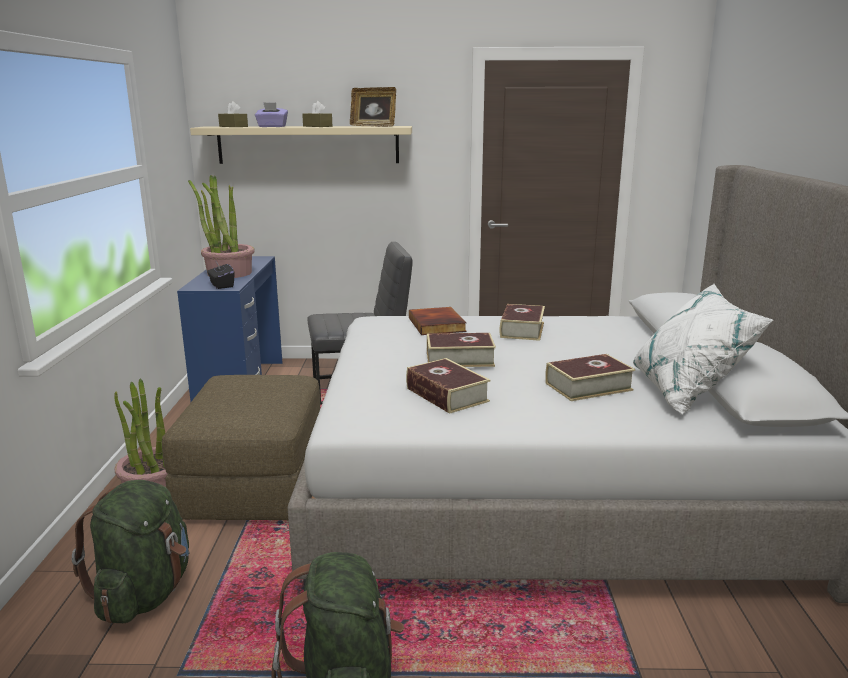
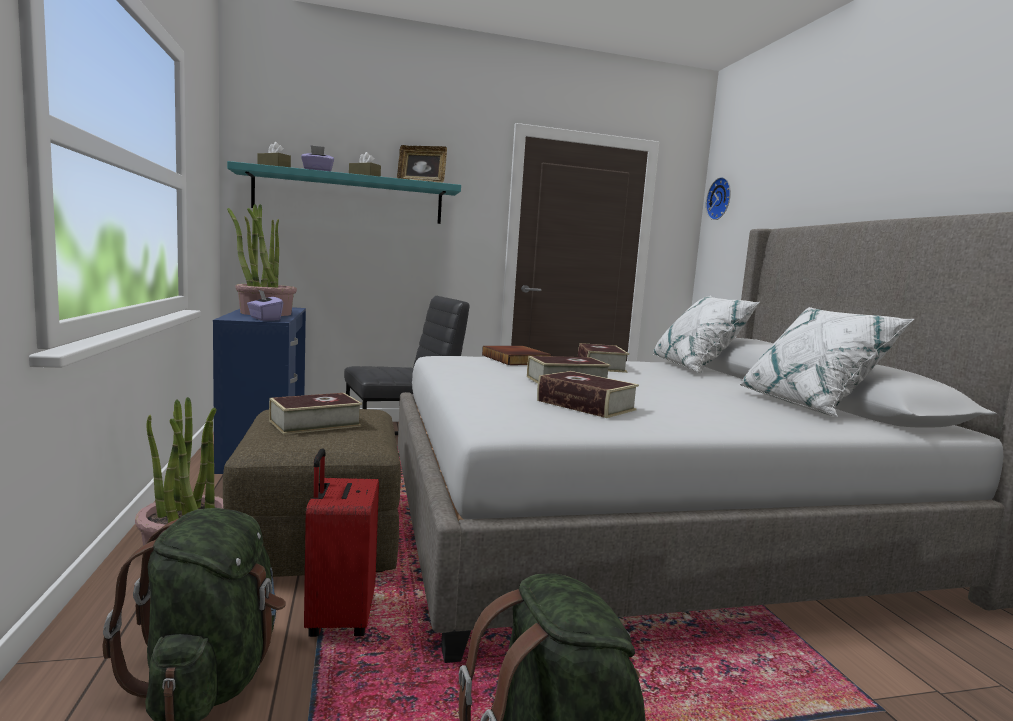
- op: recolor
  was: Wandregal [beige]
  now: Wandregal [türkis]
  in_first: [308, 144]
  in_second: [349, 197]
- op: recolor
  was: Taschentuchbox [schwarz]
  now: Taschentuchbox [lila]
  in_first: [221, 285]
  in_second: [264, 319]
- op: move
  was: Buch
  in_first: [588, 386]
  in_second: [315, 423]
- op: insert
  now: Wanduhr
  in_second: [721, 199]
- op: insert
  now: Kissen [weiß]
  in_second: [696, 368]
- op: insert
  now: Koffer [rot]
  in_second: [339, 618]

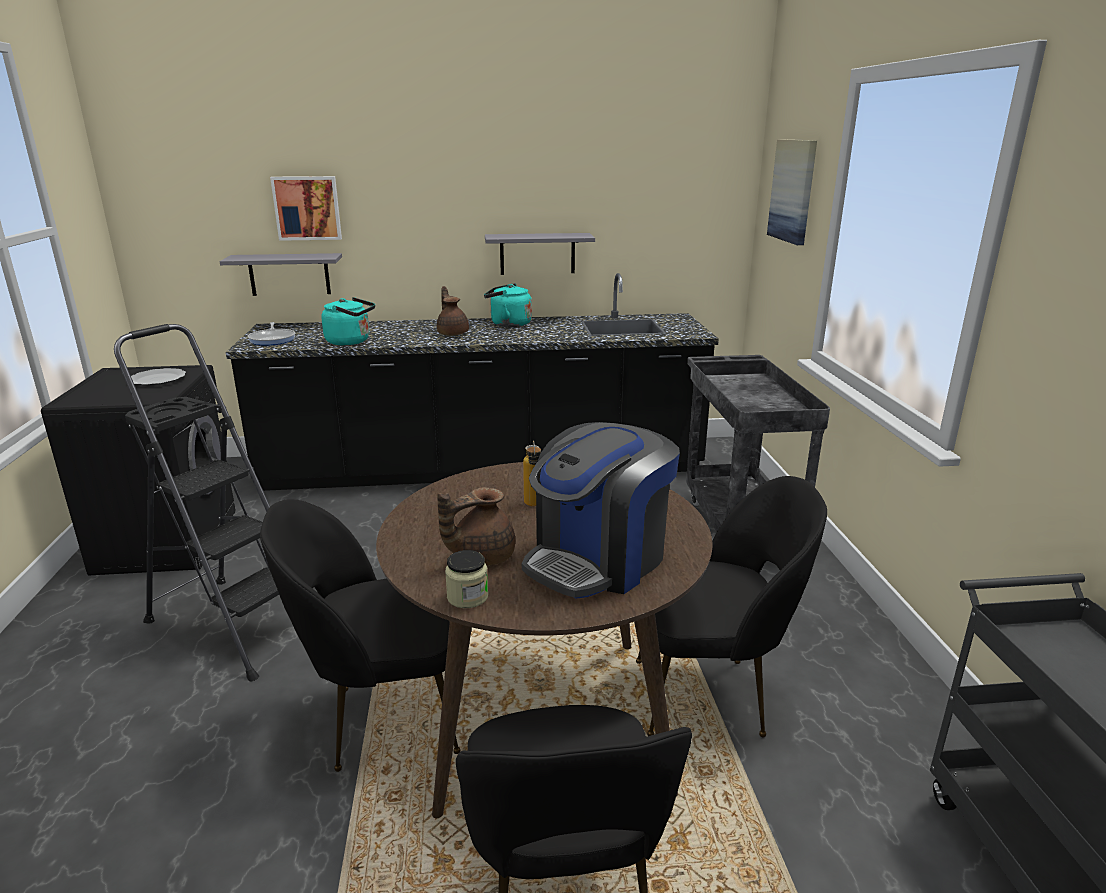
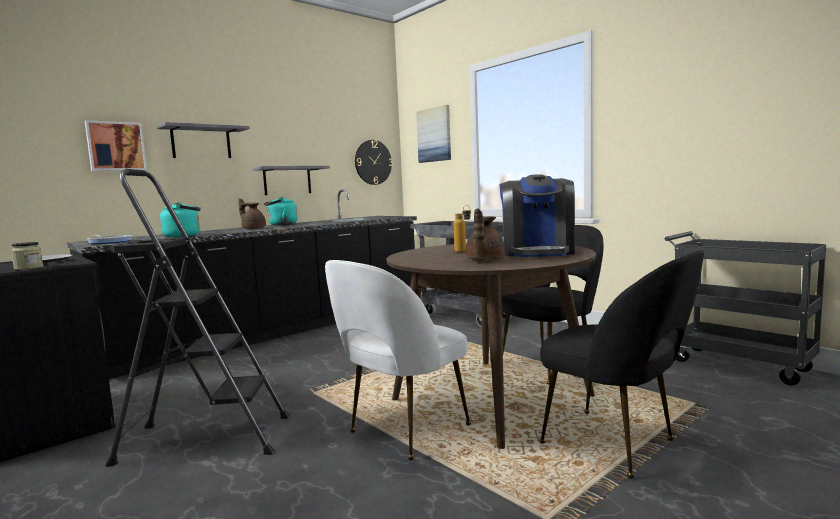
- op: move
  was: Wandregal [grau]
  in_first: [289, 274]
  in_second: [201, 142]
- op: recolor
  was: Stuhl [schwarz]
  now: Stuhl [weiß]
  in_first: [384, 721]
  in_second: [403, 432]
- op: move
  was: Vorratsglas
  in_first: [467, 597]
  in_second: [28, 268]
- op: insert
  now: Wanduhr
  in_second: [373, 162]

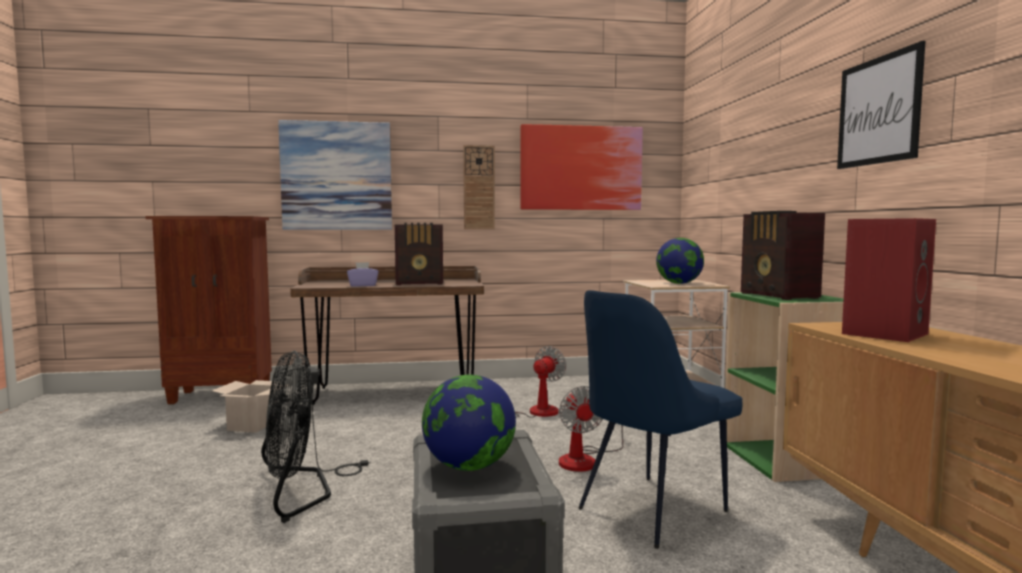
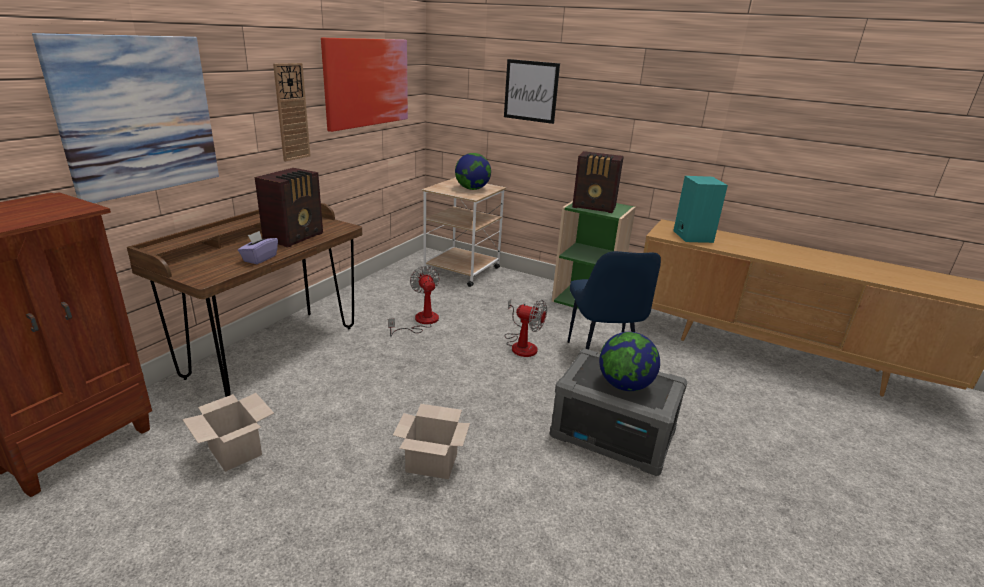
- op: move
  was: Bild
  in_first: [878, 111]
  in_second: [531, 91]
- op: recolor
  was: Lautsprecher [rot]
  now: Lautsprecher [türkis]
  in_first: [883, 333]
  in_second: [691, 236]
- op: replace
  was: Ventilator [schwarz]
  now: Karton
  in_first: [304, 486]
  in_second: [433, 462]

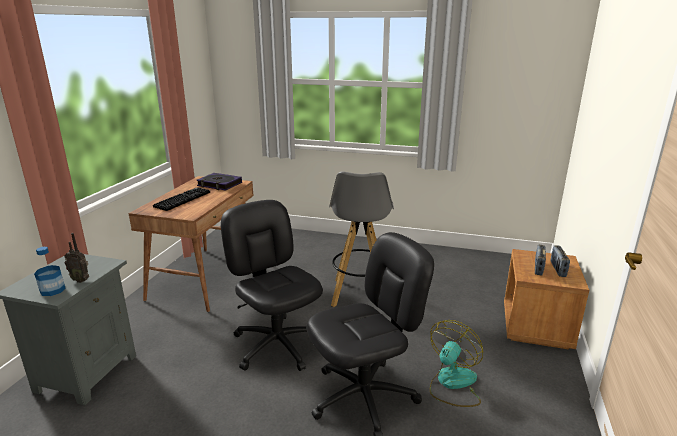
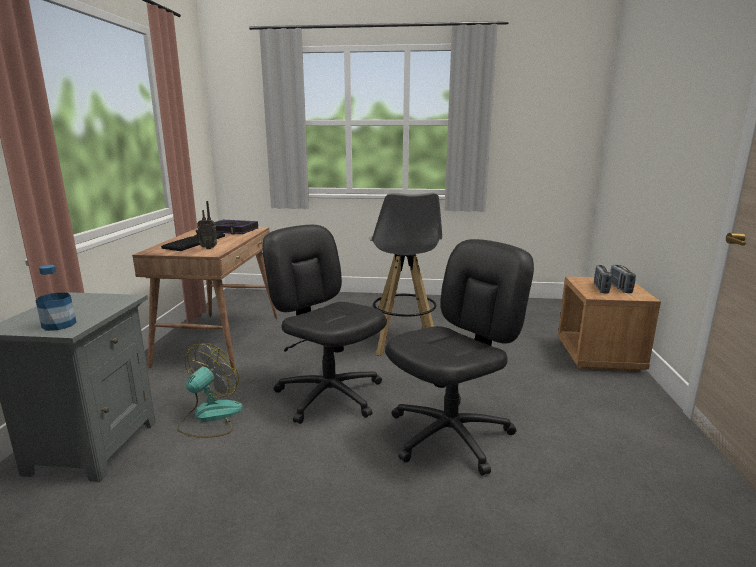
- op: move
  was: Radio
  in_first: [81, 280]
  in_second: [208, 248]
- op: move
  was: Ventilator
  in_first: [452, 384]
  in_second: [210, 417]

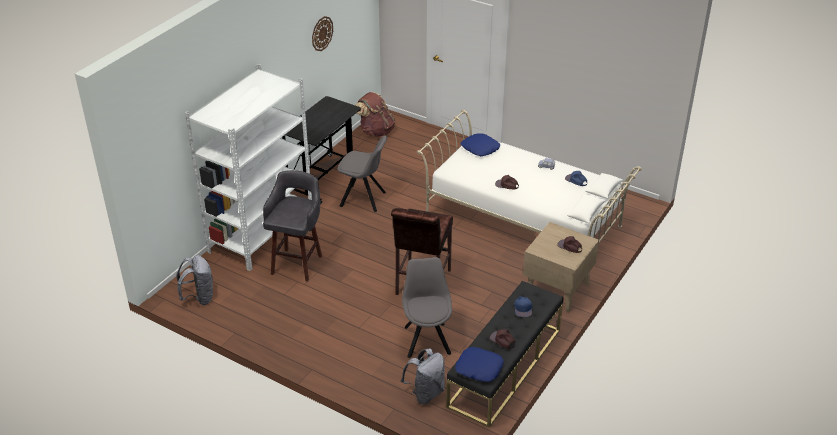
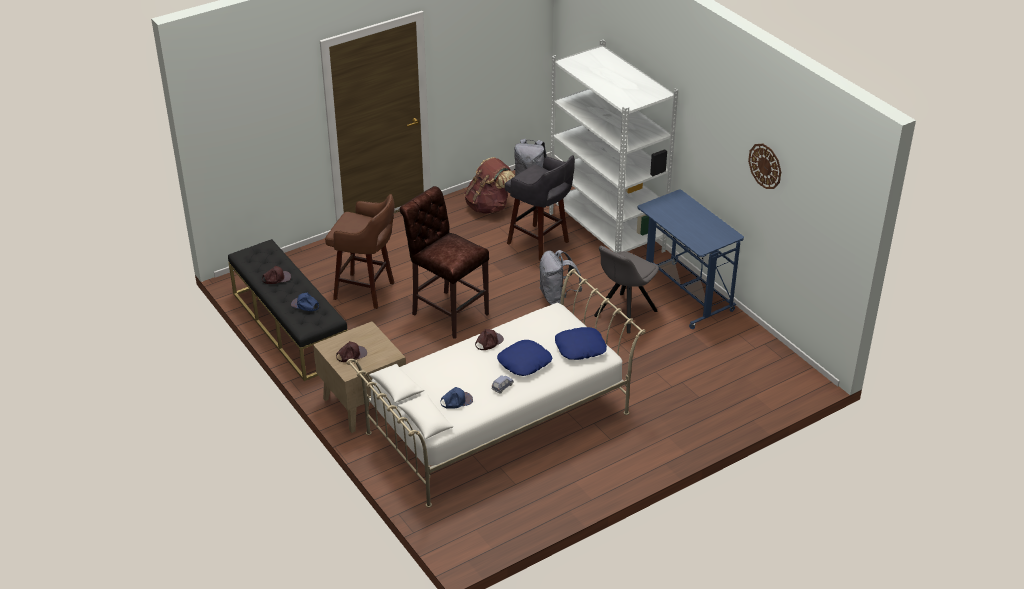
- op: move
  was: Rucksack [braun]
  in_first: [376, 131]
  in_second: [489, 206]
- op: recolor
  was: Schreibtisch [schwarz]
  now: Schreibtisch [blau]
  in_first: [324, 179]
  in_second: [683, 295]
- op: replace
  was: Stuhl [grau]
  now: Hocker [braun]
  in_first: [426, 340]
  in_second: [366, 292]
- op: move
  was: Kissen [blau]
  in_first: [479, 368]
  in_second: [524, 362]
- op: move
  was: Rucksack [grau]
  in_first: [425, 393]
  in_second: [557, 298]

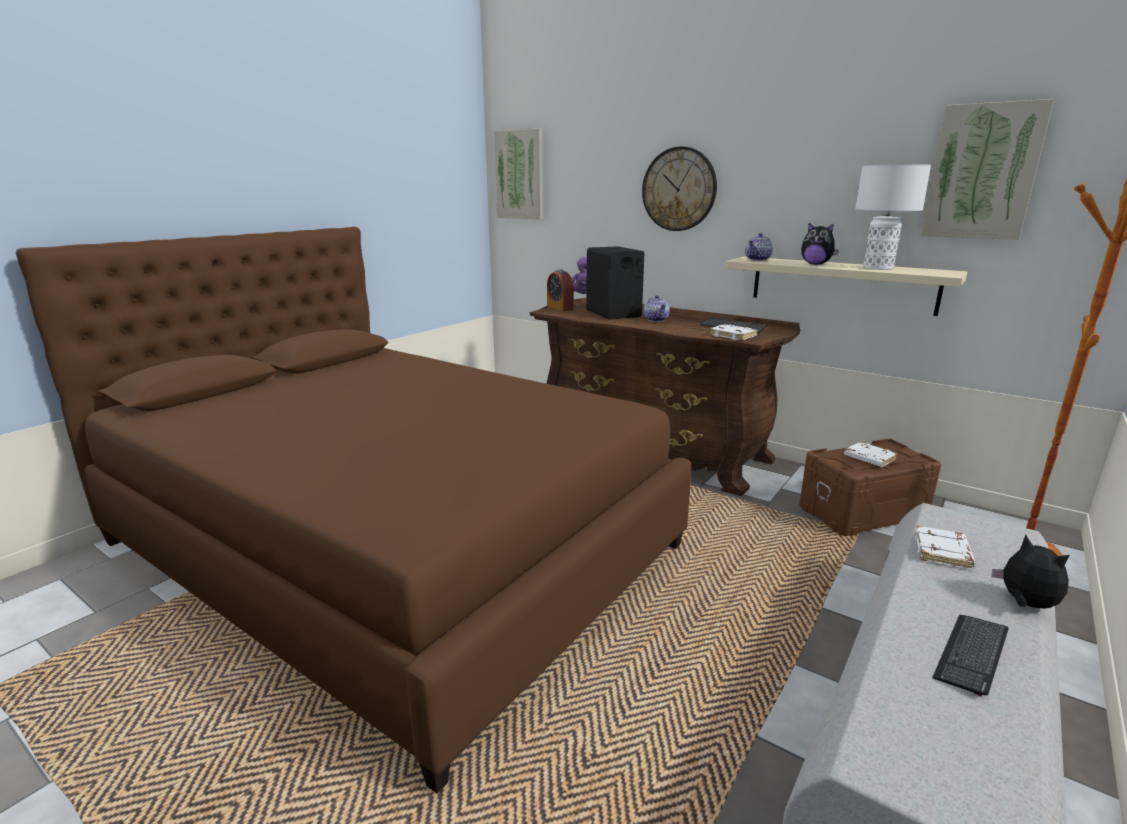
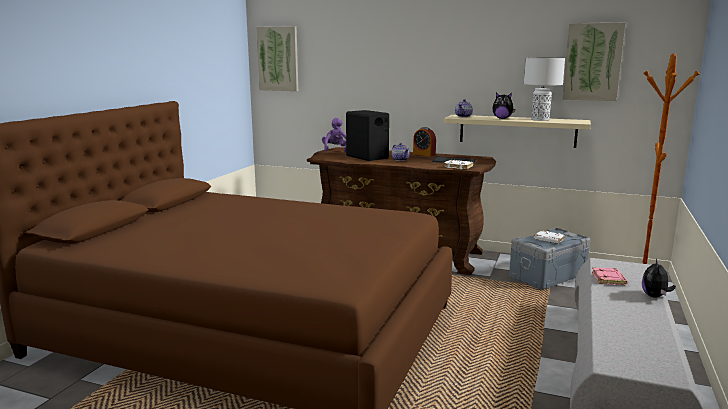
- op: delete
  was: Wanduhr
  in_first: [679, 189]
- op: move
  was: Wecker
  in_first: [560, 308]
  in_second: [424, 154]
- op: recolor
  was: Aufbewahrungsbox [braun]
  now: Aufbewahrungsbox [grau]
  in_first: [863, 513]
  in_second: [548, 276]
- op: recolor
  was: Buch [weiß]
  now: Buch [rosa]
  in_first: [943, 552]
  in_second: [609, 279]
- op: rotate
  was: Plüschtier
  in_first: [1024, 603]
  in_second: [655, 296]
  clockwise: -120
- op: delete
  was: Tastatur
  in_first: [971, 655]

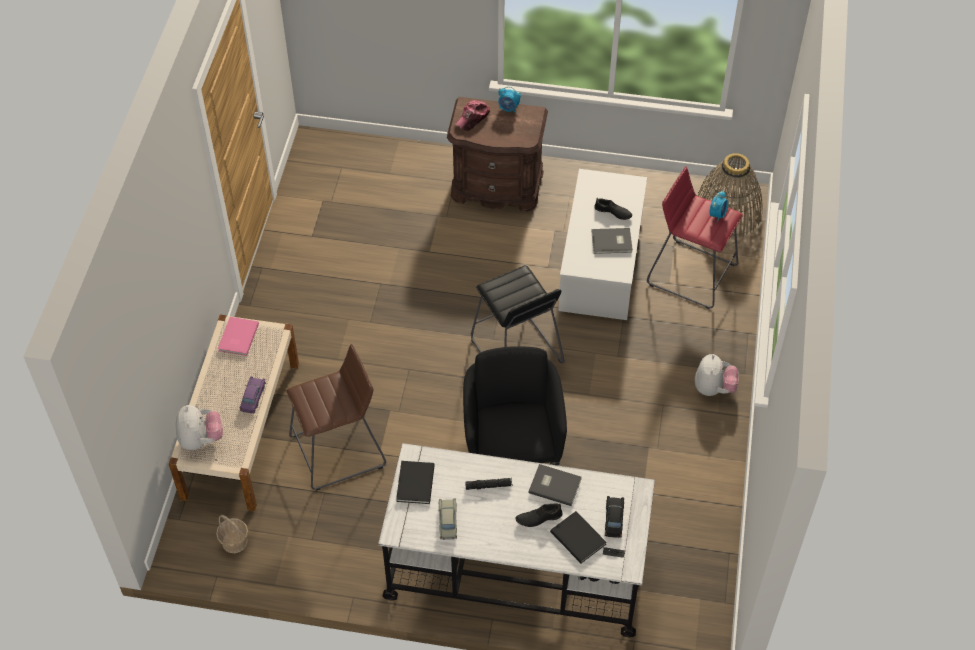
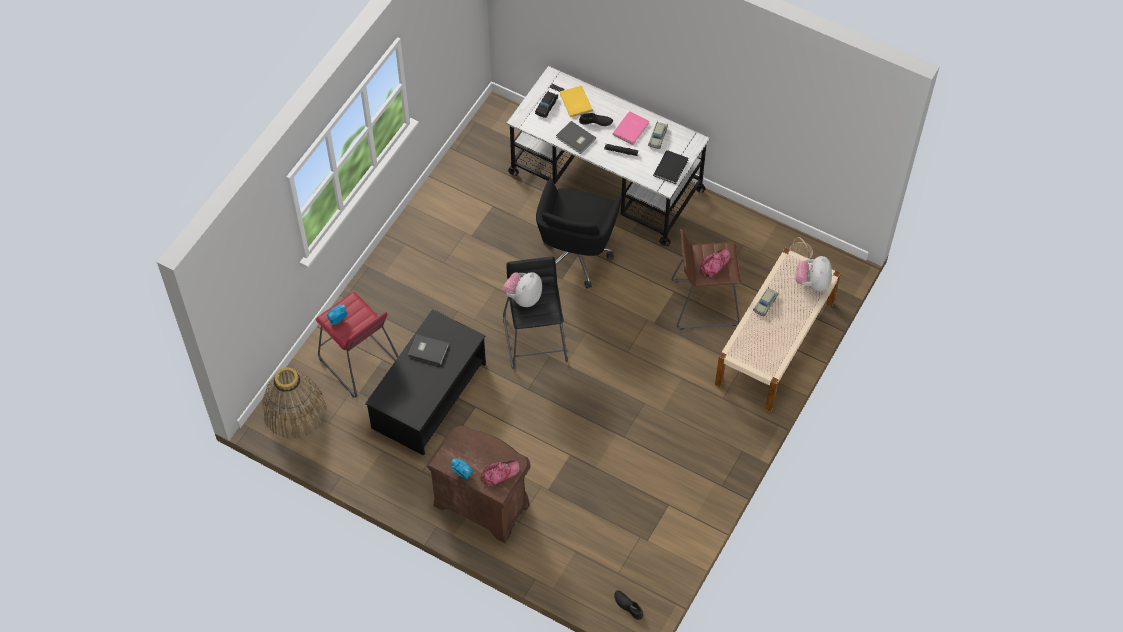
- op: recolor
  was: Couchtisch [weiß]
  now: Couchtisch [schwarz]
  in_first: [601, 262]
  in_second: [428, 396]
- op: move
  was: Schuh [schwarz]
  in_first: [613, 212]
  in_second: [628, 606]
- op: move
  was: Buch [rosa]
  in_first: [237, 337]
  in_second: [632, 129]
- op: move
  was: Plüschtier
  in_first: [713, 388]
  in_second: [523, 297]
- op: recolor
  was: Spielzeugauto [lila]
  now: Spielzeugauto [beige]
  in_first: [253, 397]
  in_second: [765, 303]
- op: recolor
  was: Buch [schwarz]
  now: Buch [gelb]
  in_first: [578, 537]
  in_second: [575, 103]
- op: insert
  now: Kappe
  in_second: [714, 264]

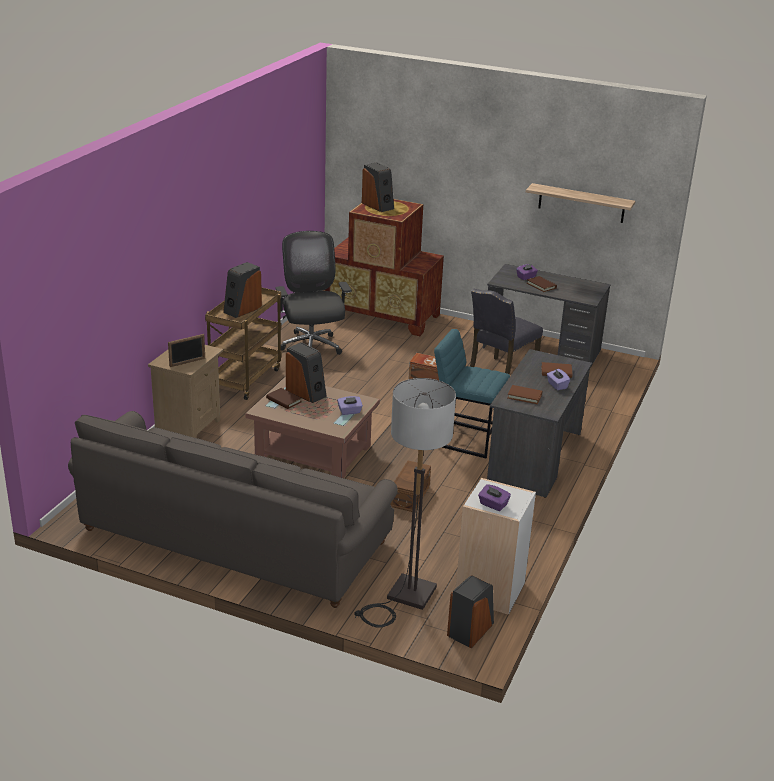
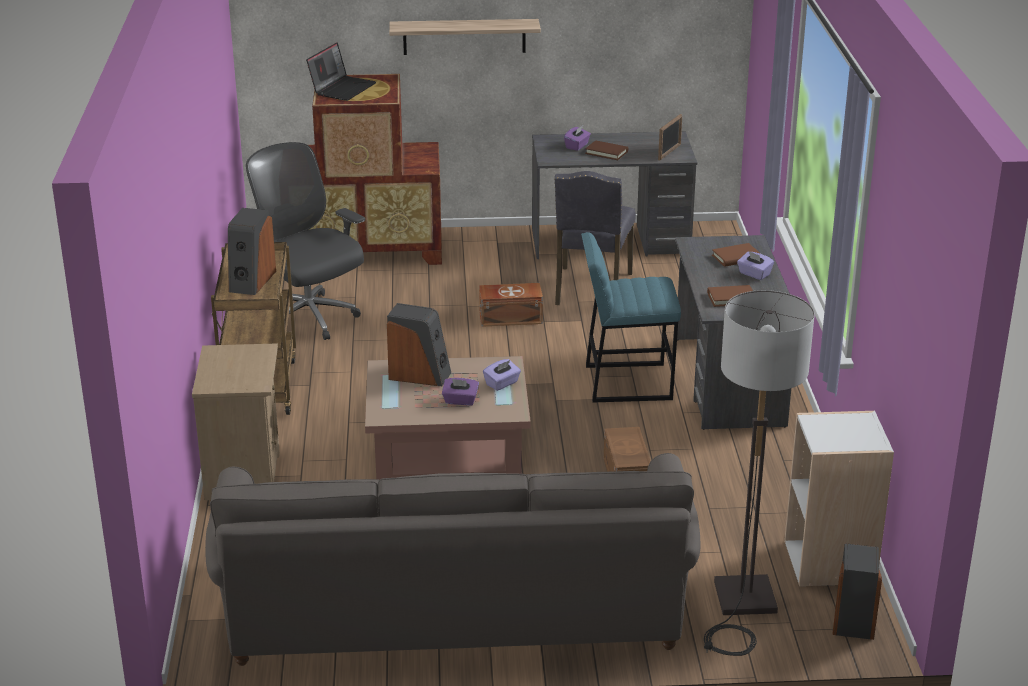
- op: replace
  was: Lautsprecher
  now: Laptop
  in_first: [378, 205]
  in_second: [342, 88]
- op: move
  was: Wandregal
  in_first: [581, 203]
  in_second: [464, 36]
- op: move
  was: Bilderrahmen
  in_first: [187, 362]
  in_second: [669, 152]
- op: delete
  was: Buch [braun]
  in_first: [284, 400]
- op: move
  was: Taschentuchbox [lila]
  in_first: [493, 505]
  in_second: [460, 401]

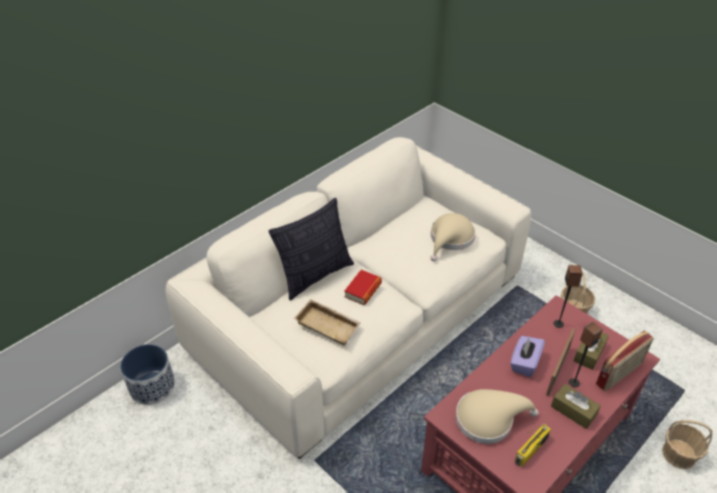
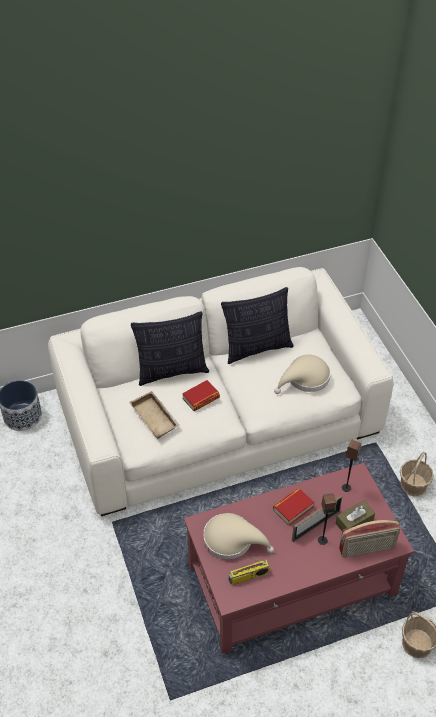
- op: replace
  was: Taschentuchbox [lila]
  now: Buch
  in_first: [524, 363]
  in_second: [293, 508]
- op: delete
  was: Taschentuchbox [braun]
  in_first: [573, 411]
- op: insert
  now: Kissen
  in_second: [257, 348]

